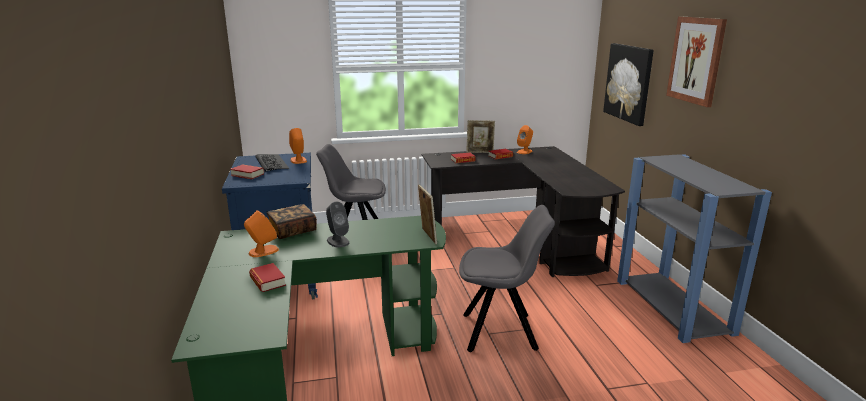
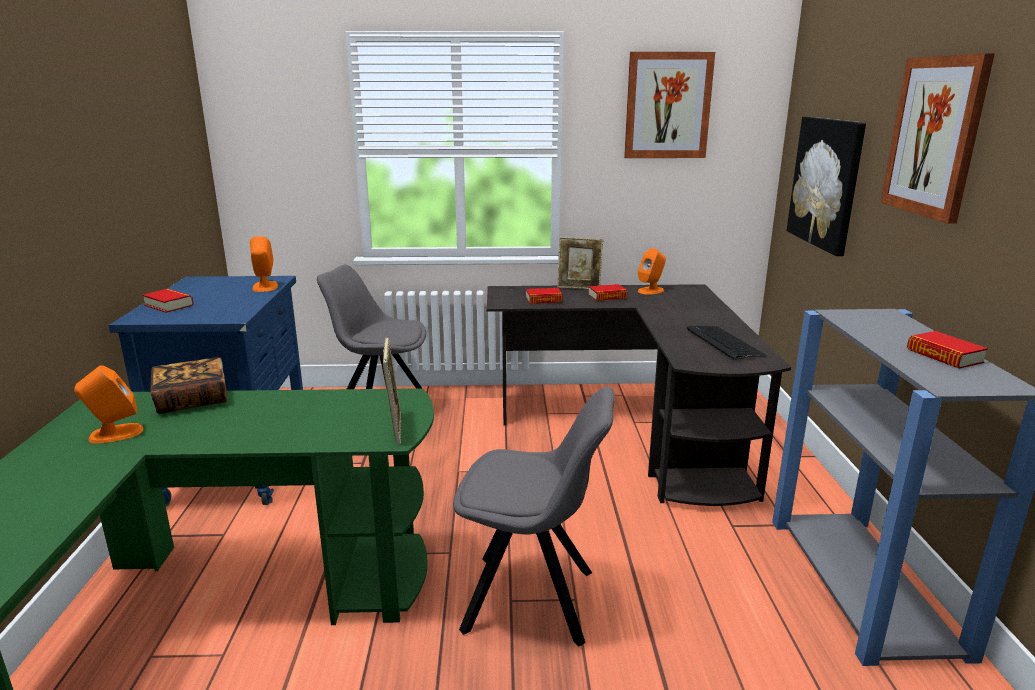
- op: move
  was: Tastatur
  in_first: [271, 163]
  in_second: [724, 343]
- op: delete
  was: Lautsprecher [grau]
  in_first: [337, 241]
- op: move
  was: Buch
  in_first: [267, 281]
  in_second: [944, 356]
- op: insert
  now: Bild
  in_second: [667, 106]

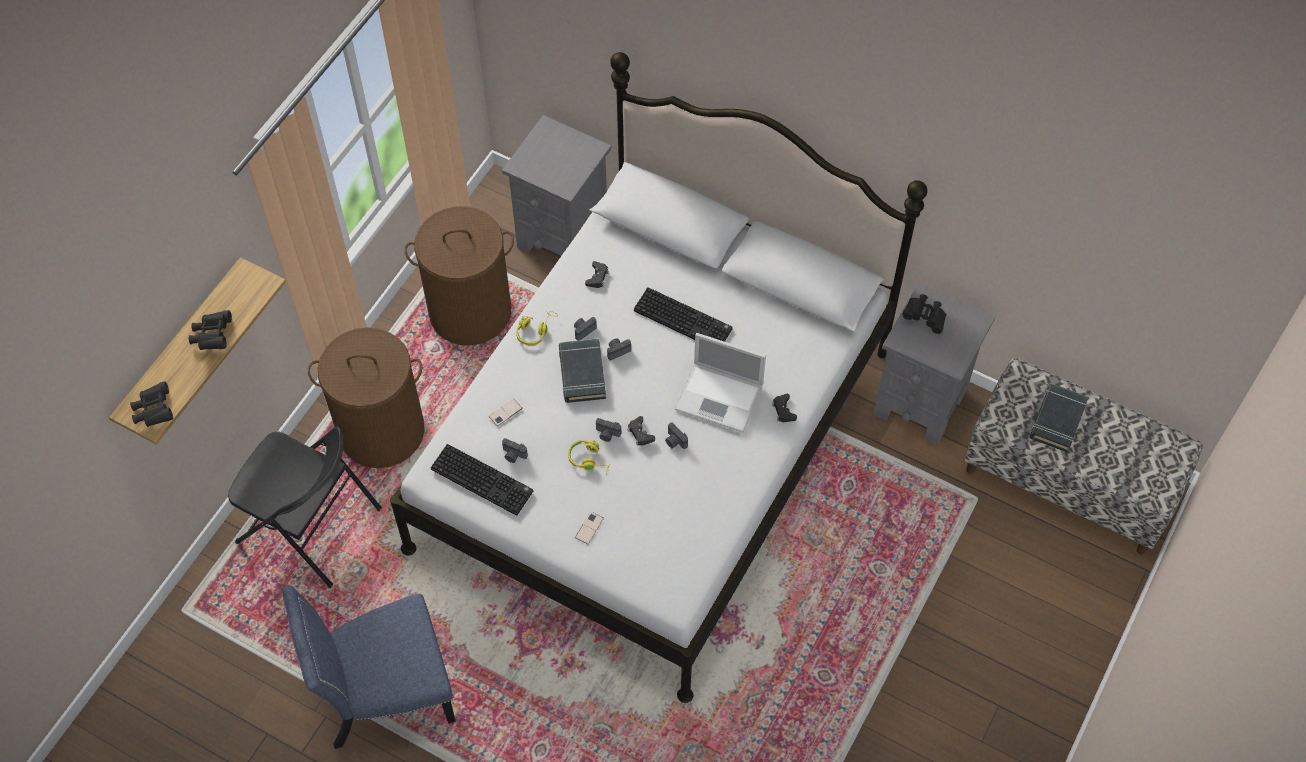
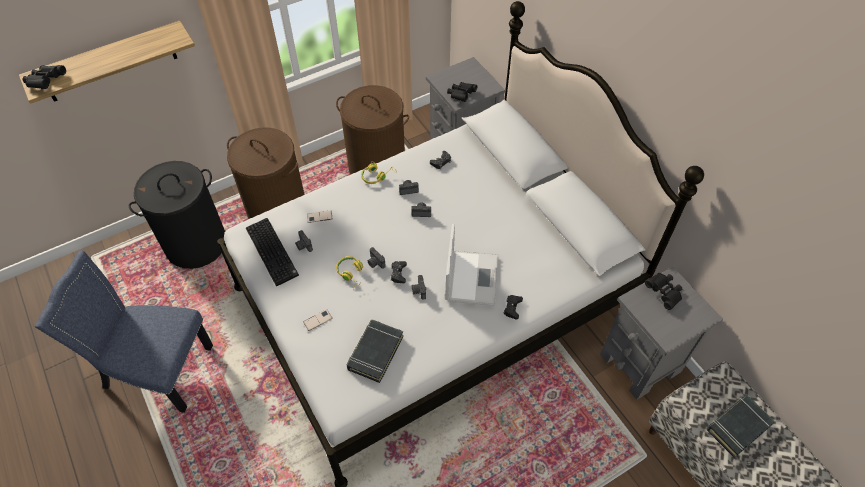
- op: delete
  was: Tastatur
  in_first: [684, 319]
- op: move
  was: Fernglas [schwarz]
  in_first: [212, 336]
  in_second: [461, 95]
- op: rotate
  was: Laptop
  in_first: [720, 397]
  in_second: [471, 277]
  clockwise: -135
- op: move
  was: Buch [schwarz]
  in_first: [582, 373]
  in_second: [375, 352]
- op: replace
  was: Stuhl [schwarz]
  now: Wäschekorb [schwarz]
  in_first: [309, 526]
  in_second: [196, 244]

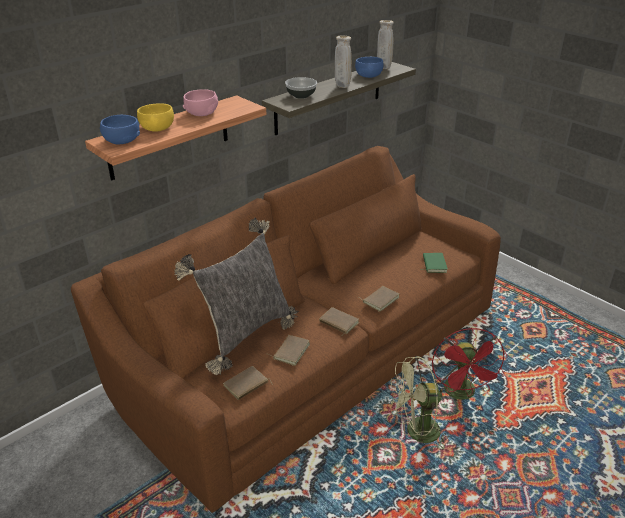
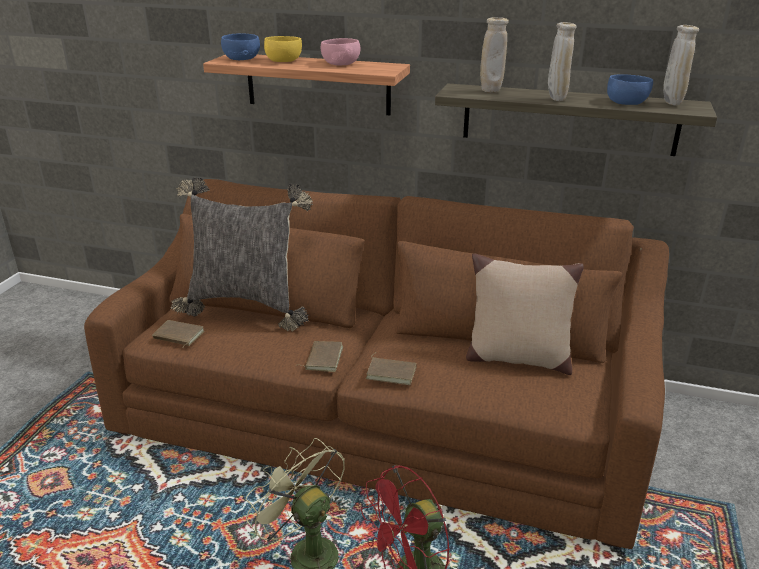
- op: replace
  was: Schüssel
  now: Vase [beige]
  in_first: [301, 95]
  in_second: [490, 91]
- op: delete
  was: Buch [grün]
  in_first: [433, 264]
- op: delete
  was: Buch [braun]
  in_first: [290, 351]
- op: insert
  now: Kissen [beige]
  in_second: [516, 358]

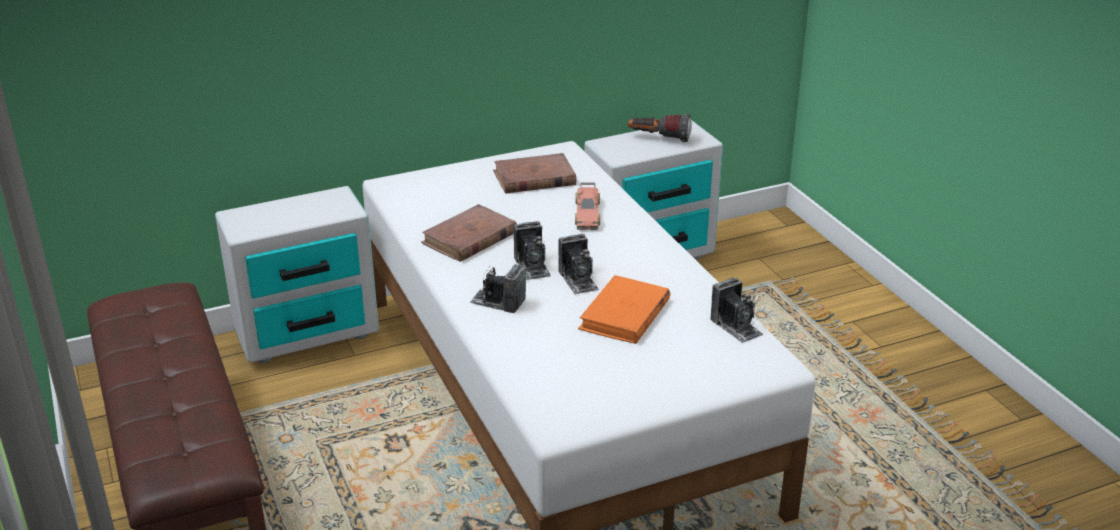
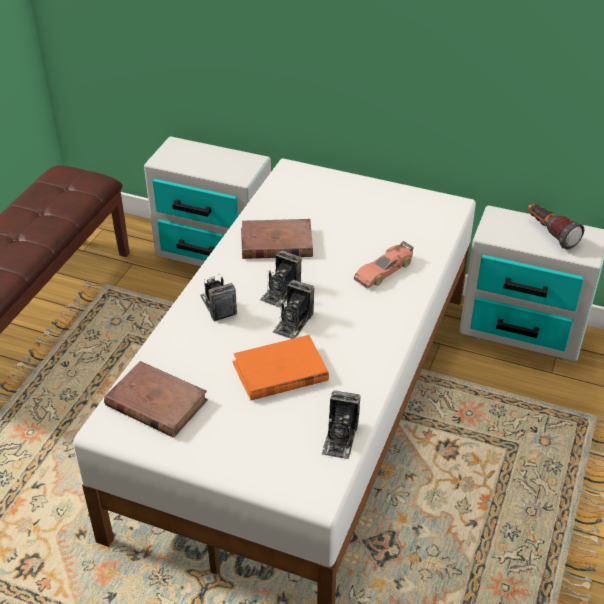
- op: move
  was: Buch [braun]
  in_first: [534, 178]
  in_second: [156, 403]

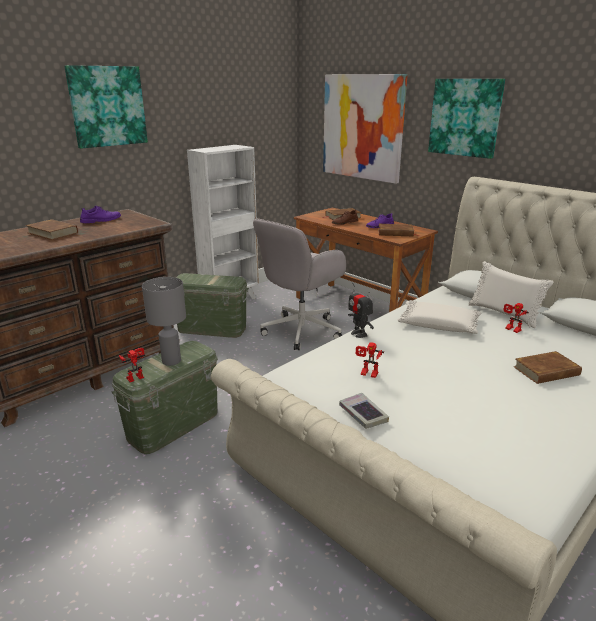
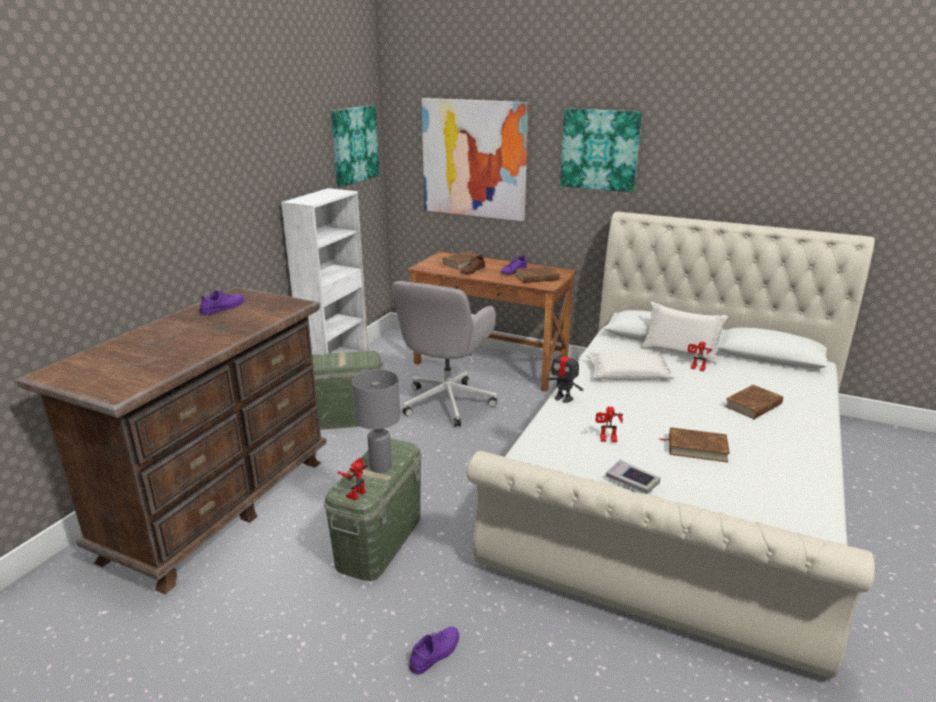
- op: move
  was: Bild
  in_first: [107, 106]
  in_second: [354, 145]
- op: move
  was: Buch [braun]
  in_first: [52, 233]
  in_second: [697, 448]
- op: insert
  now: Schuh [lila]
  in_second: [435, 653]

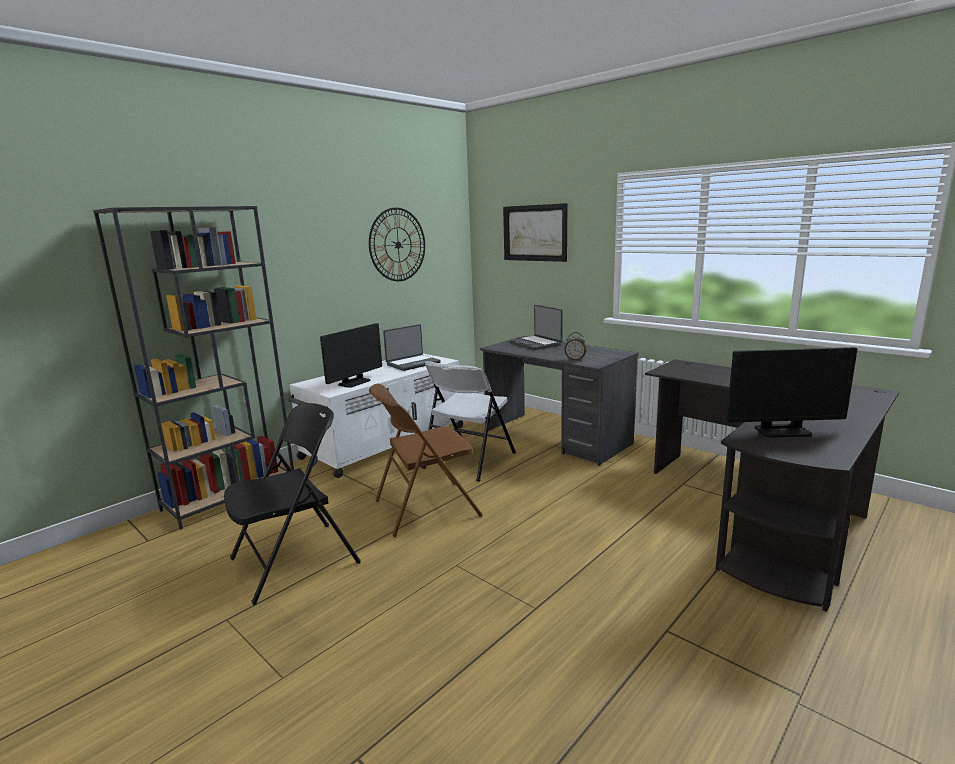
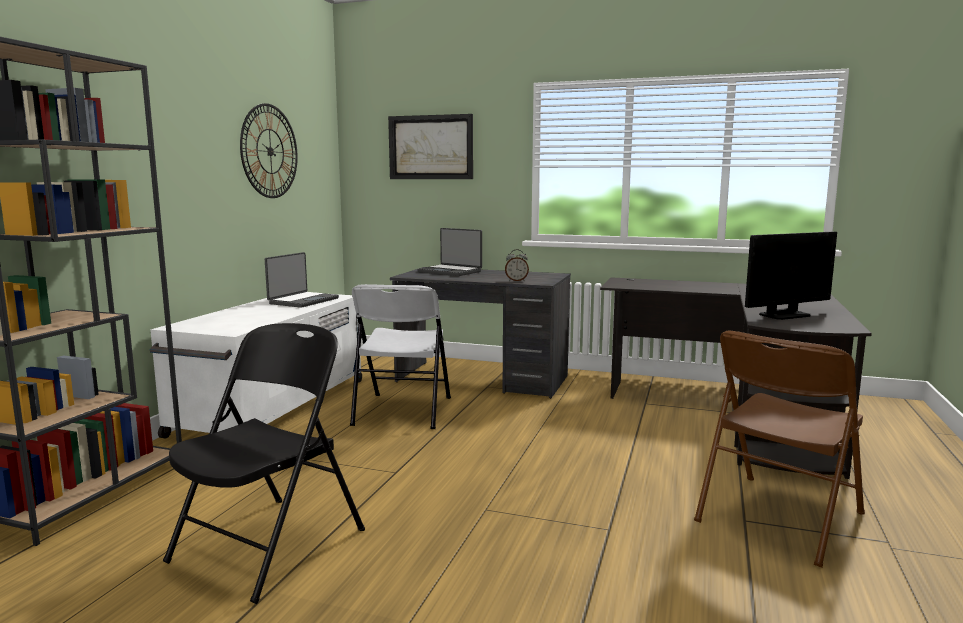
- op: delete
  was: Monitor
  in_first: [354, 382]
- op: move
  was: Stuhl [braun]
  in_first: [426, 507]
  in_second: [779, 517]

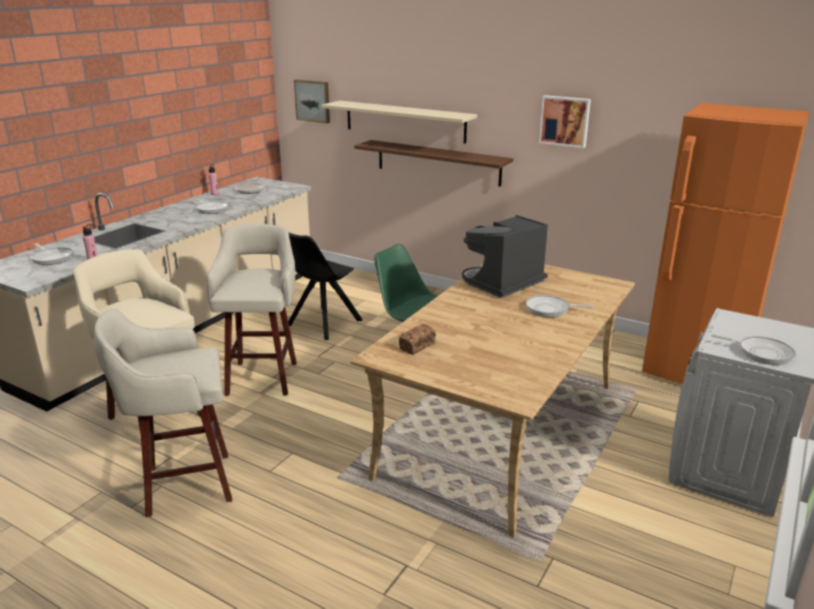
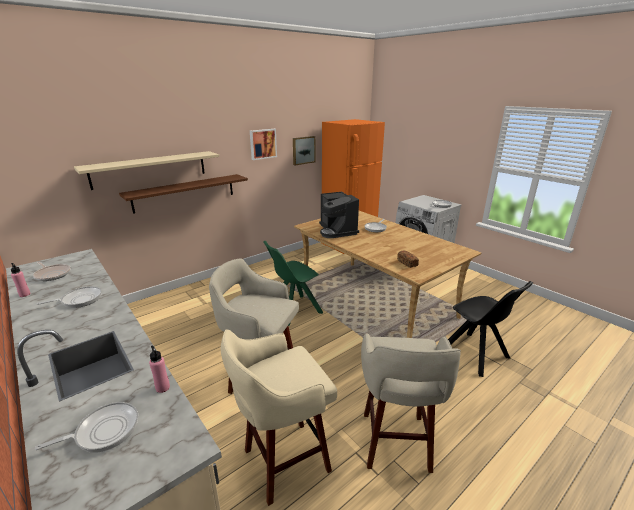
- op: move
  was: Bild
  in_first: [313, 101]
  in_second: [303, 150]
- op: move
  was: Stuhl [schwarz]
  in_first: [322, 323]
  in_second: [475, 354]

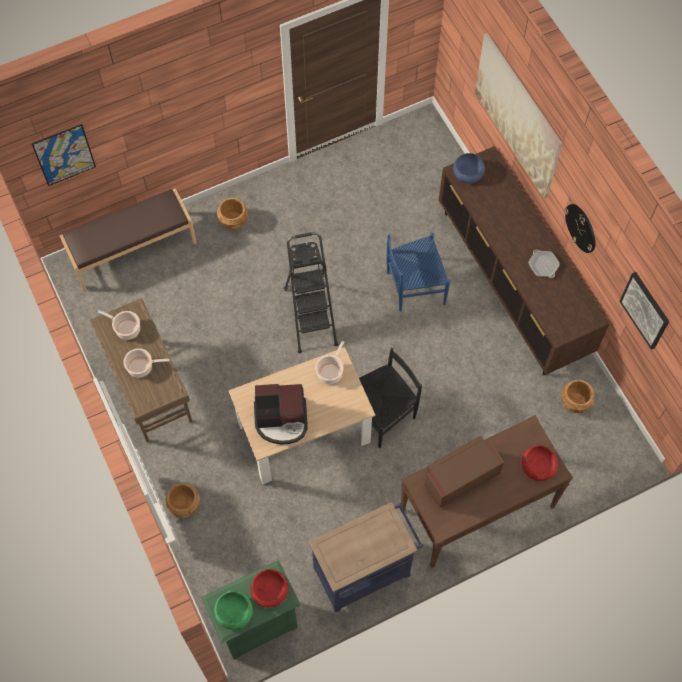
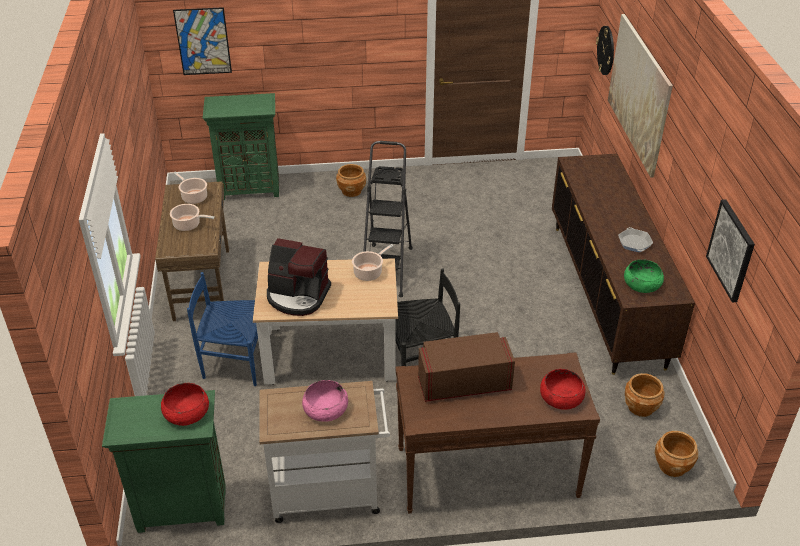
- op: delete
  was: Schüssel [blau]
  in_first: [468, 173]
- op: replace
  was: Bank [braun]
  now: Schrank [grün]
  in_first: [132, 250]
  in_second: [250, 189]
- op: move
  was: Wanduhr
  in_first: [581, 228]
  in_second: [606, 50]
- op: move
  was: Stuhl [blau]
  in_first: [414, 286]
  in_second: [235, 361]
- op: move
  was: Pflanzkübel [braun]
  in_first: [184, 506]
  in_second: [672, 466]
- op: recolor
  was: Rollwagen [blau]
  now: Rollwagen [weiß]
  in_first: [364, 572]
  in_second: [329, 494]
- op: move
  was: Schüssel [grün]
  in_first: [234, 612]
  in_second: [642, 284]
- op: insert
  now: Schüssel [rosa]
  in_second: [325, 409]

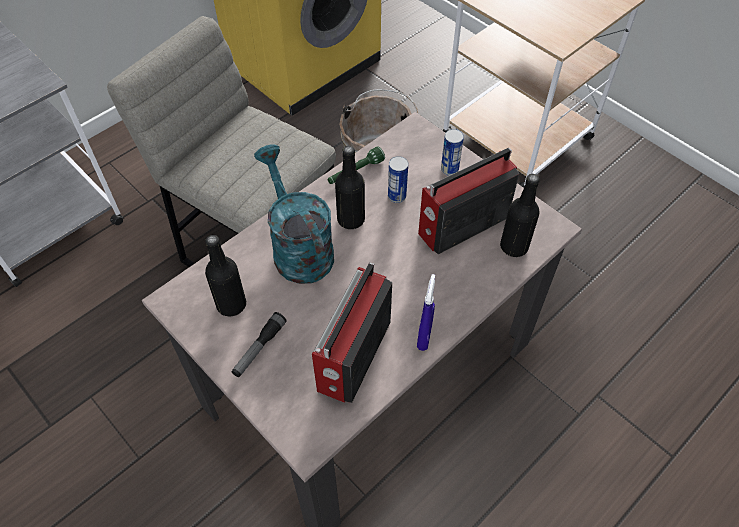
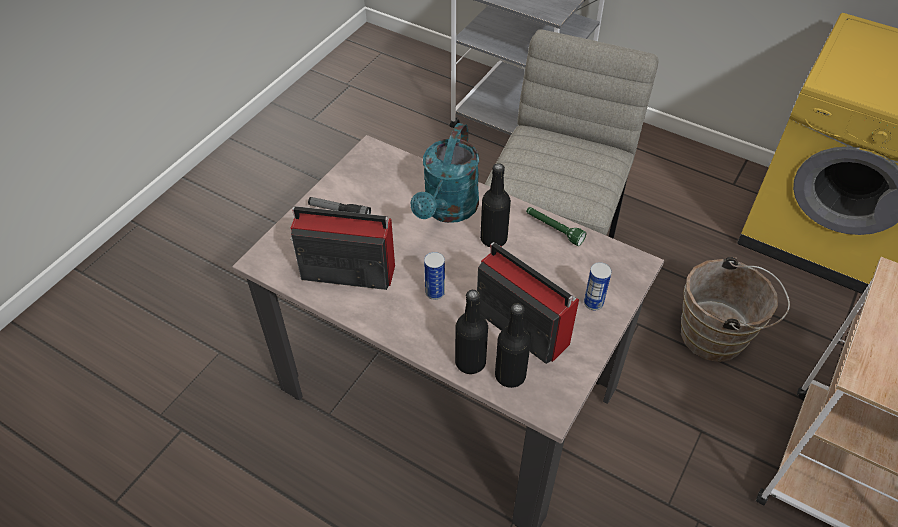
- op: rotate
  was: Gießkanne [türkis]
  in_first: [298, 247]
  in_second: [448, 210]
  clockwise: 150
- op: move
  was: Dose
  in_first: [397, 196]
  in_second: [435, 292]
- op: move
  was: Flasche [schwarz]
  in_first: [231, 304]
  in_second: [470, 362]
- op: delete
  was: Sprühflasche [blau]
  in_first: [424, 336]

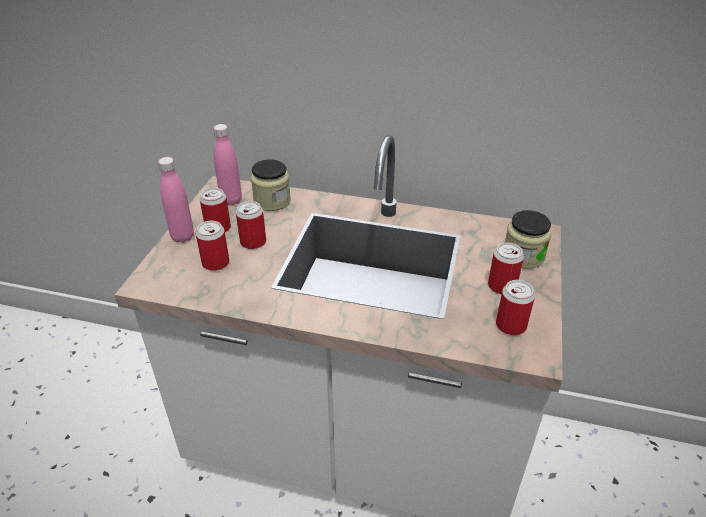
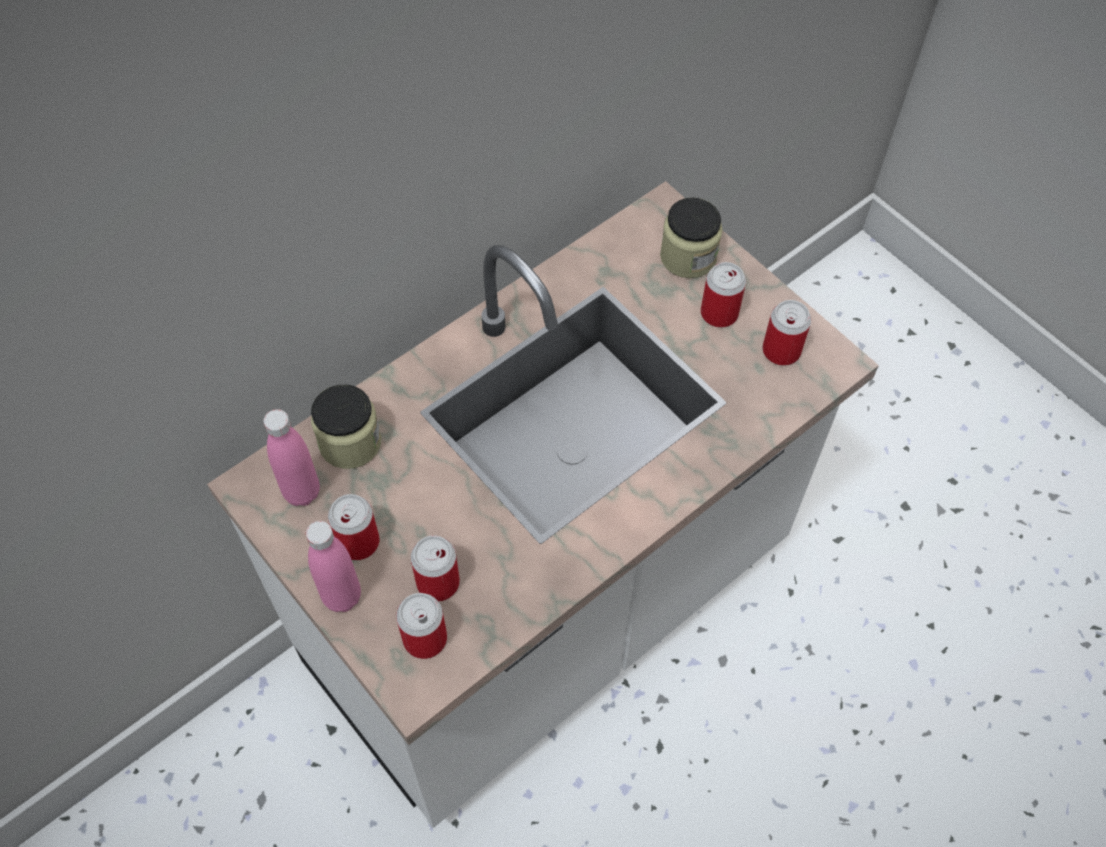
- op: move
  was: Dose
  in_first: [253, 242]
  in_second: [425, 638]

